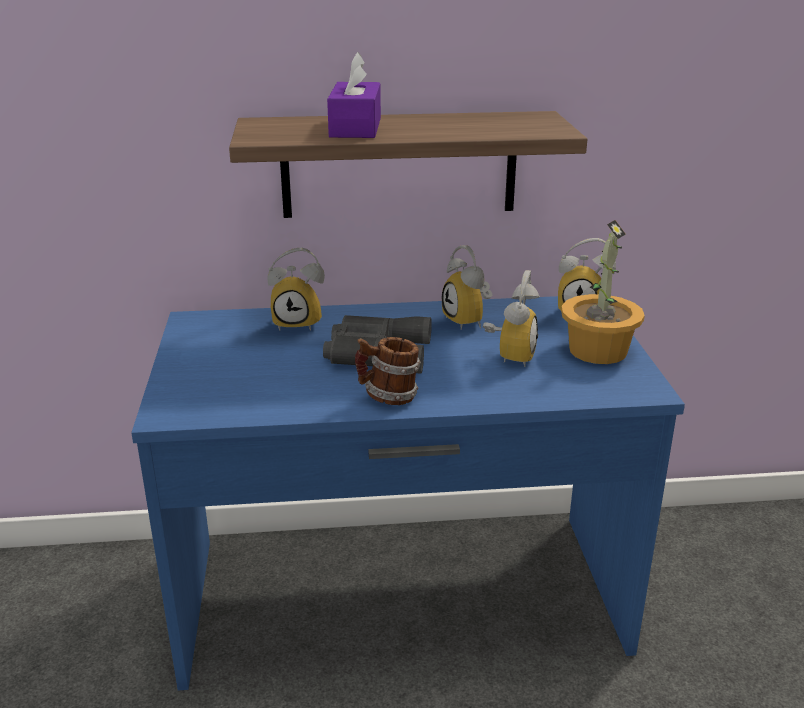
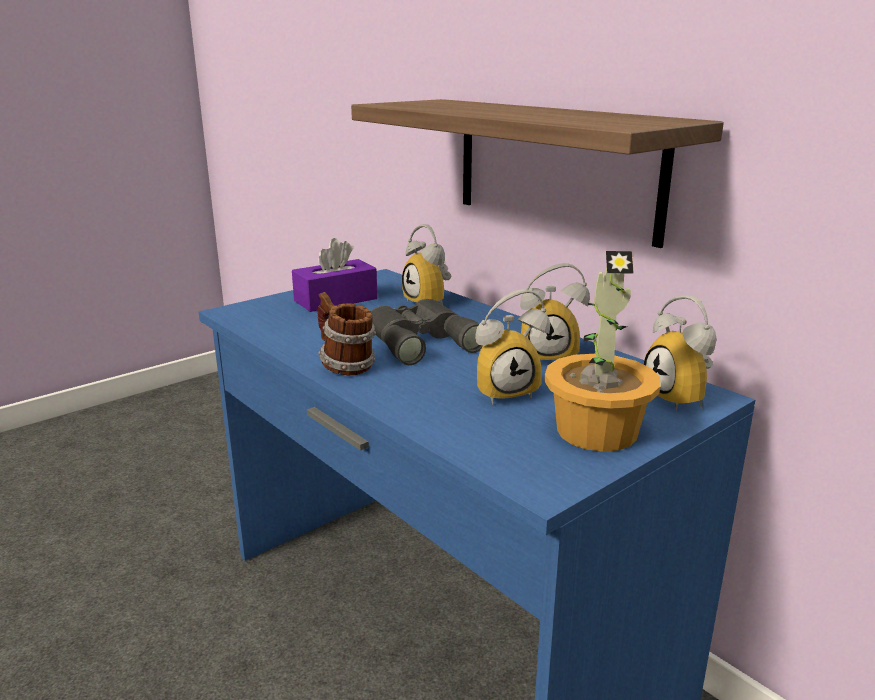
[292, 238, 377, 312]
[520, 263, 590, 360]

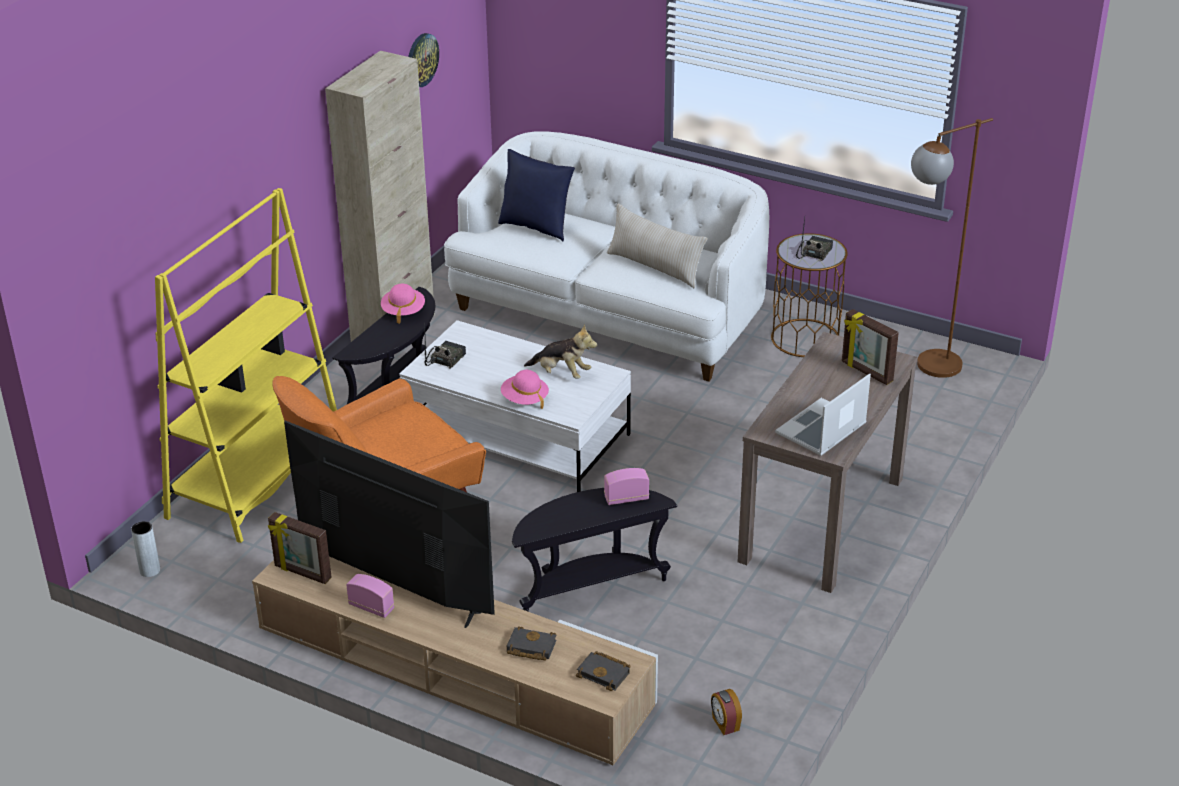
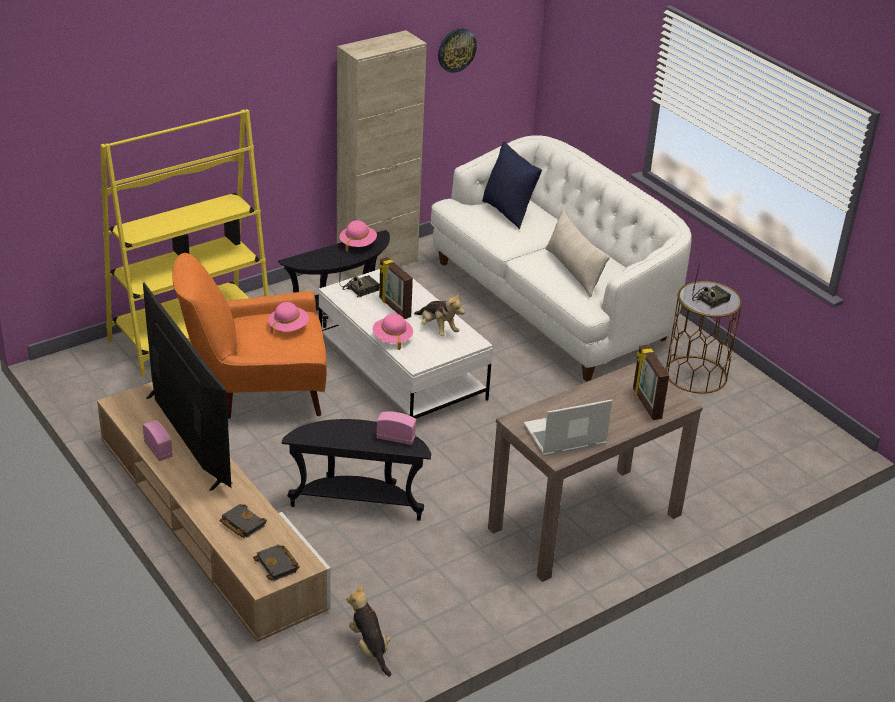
[131, 521, 160, 577] (first image)
[911, 118, 993, 378] (first image)
[268, 302, 309, 335]
[379, 257, 413, 319]
[346, 584, 391, 677]

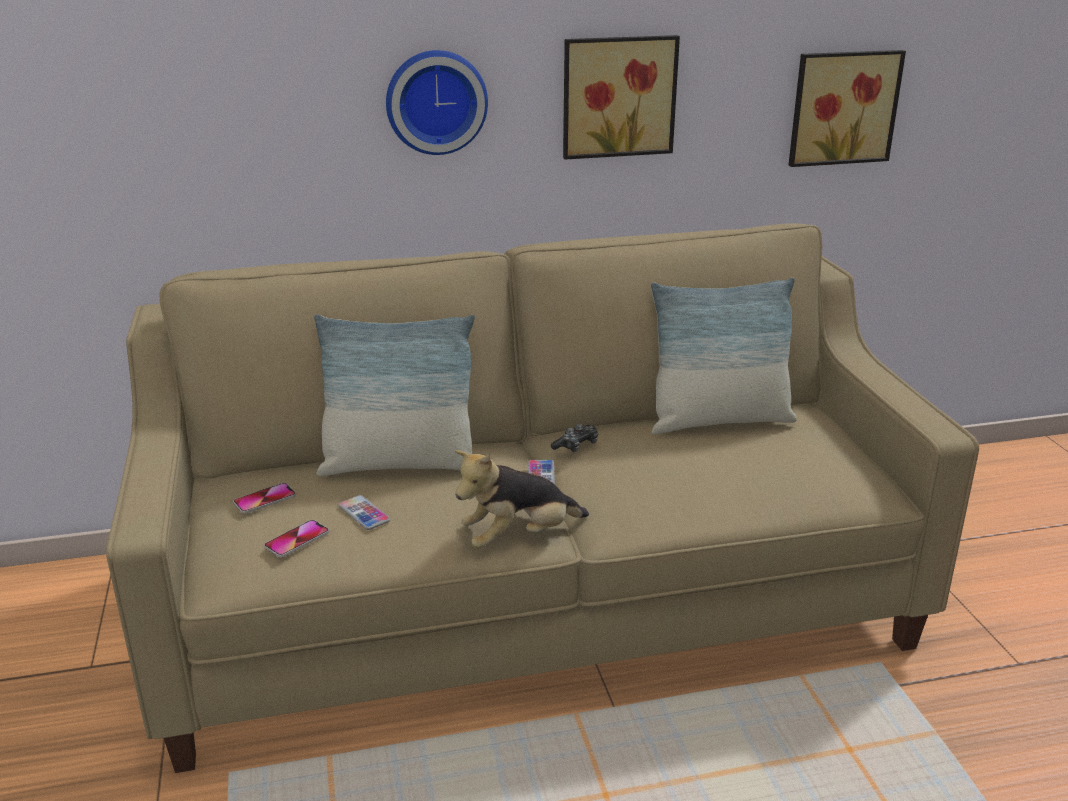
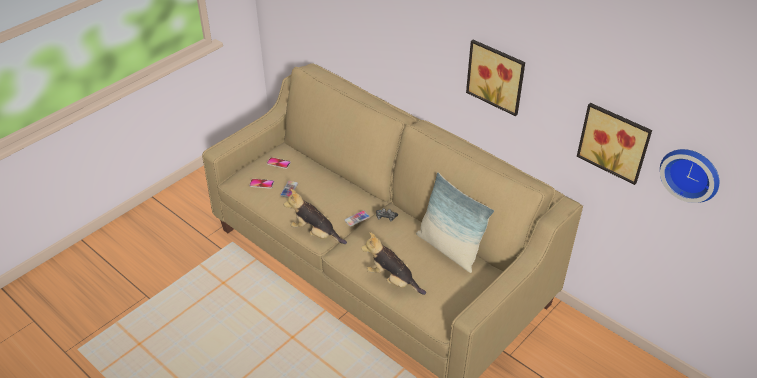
[314, 314, 475, 476] (first image)
[361, 232, 426, 295]
[660, 149, 719, 203]

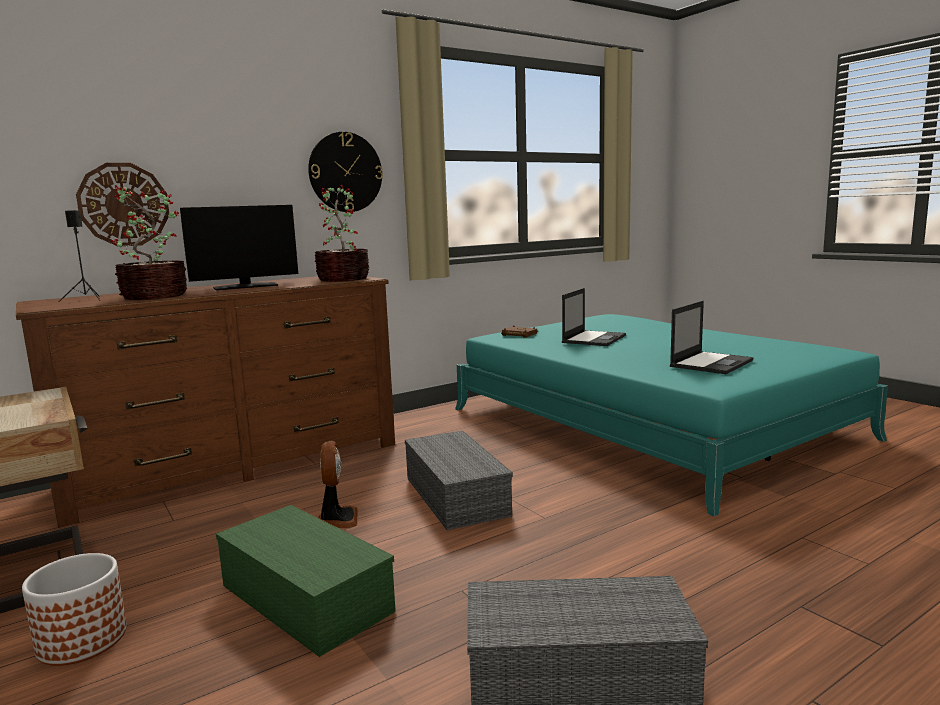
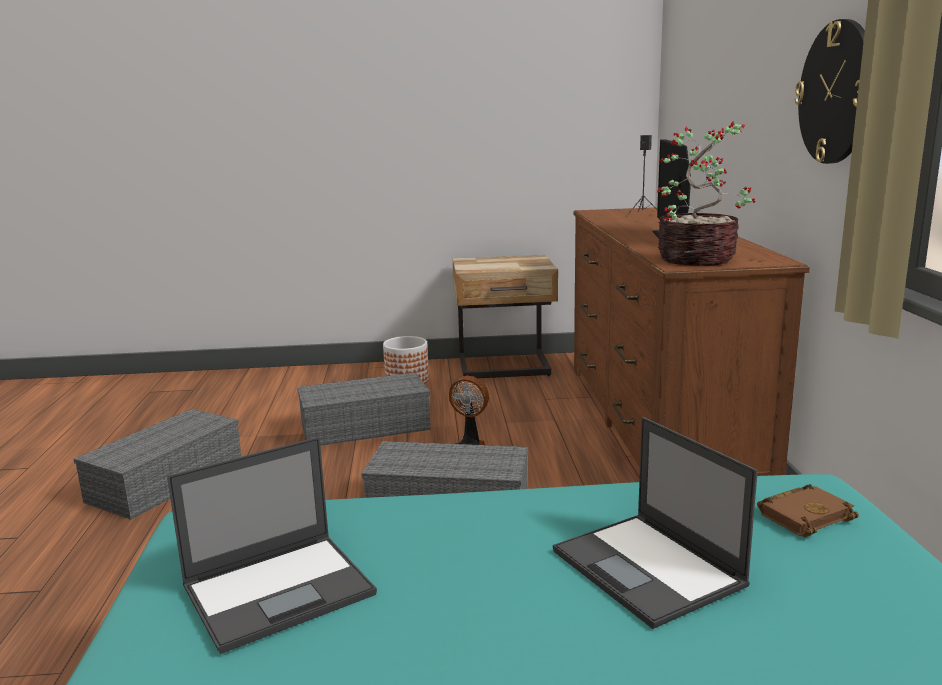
[76, 163, 169, 247] (first image)
[112, 185, 187, 300] (first image)
[297, 372, 431, 446]
[167, 437, 377, 654]

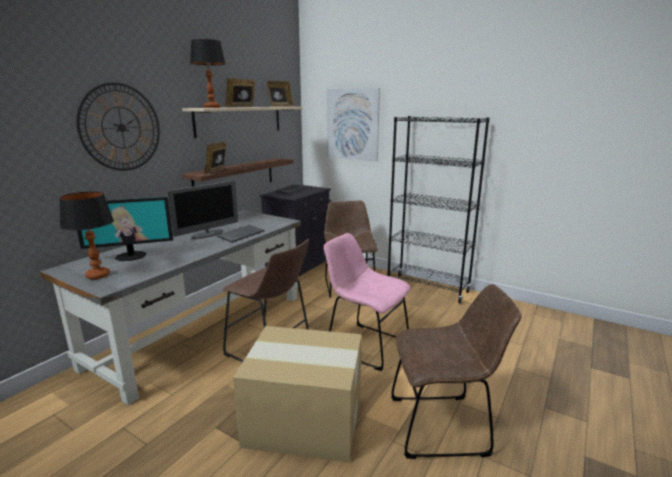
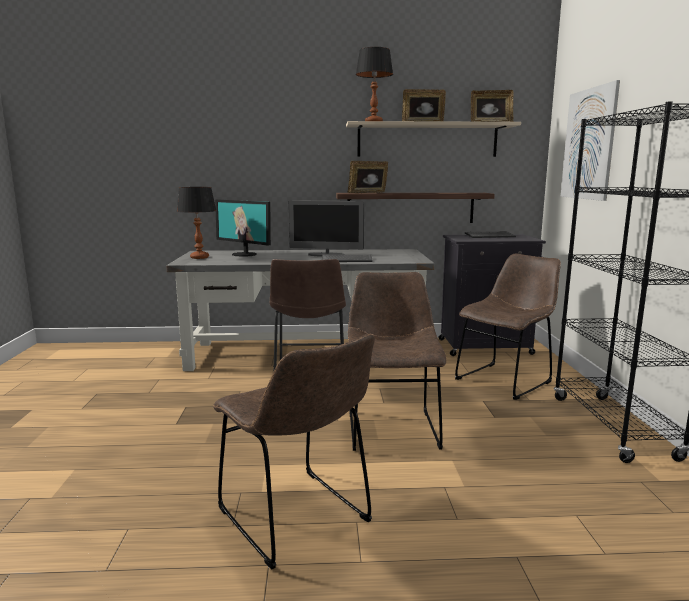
[77, 82, 160, 171] (first image)
[233, 326, 362, 463] (first image)
[348, 272, 447, 451]

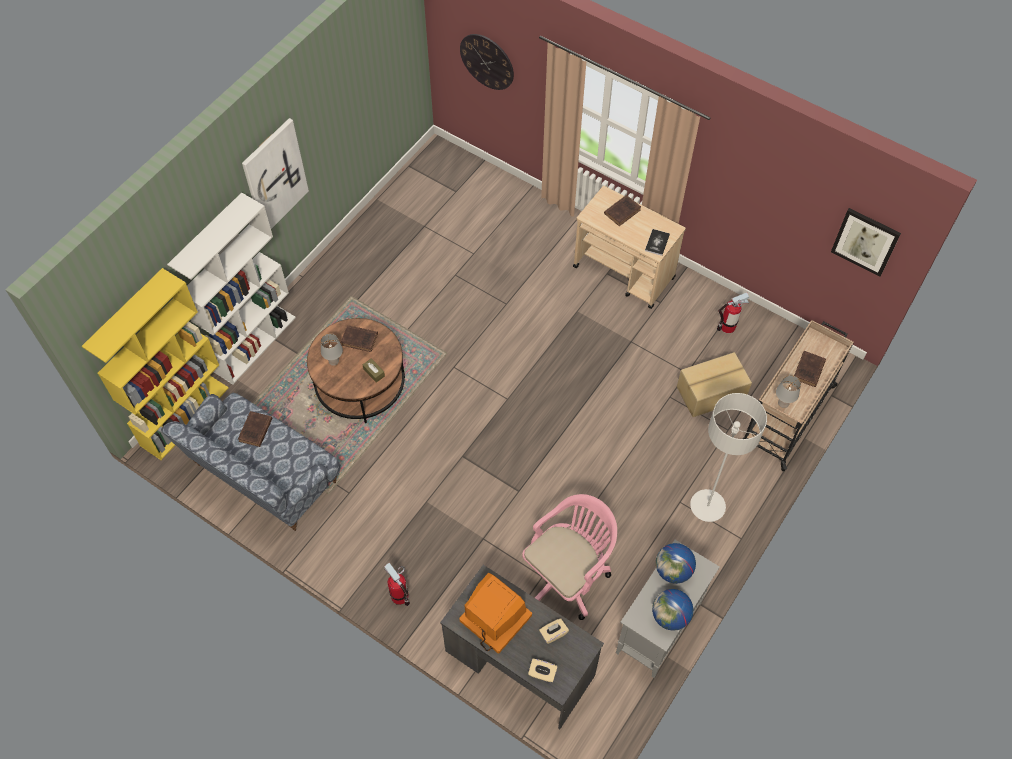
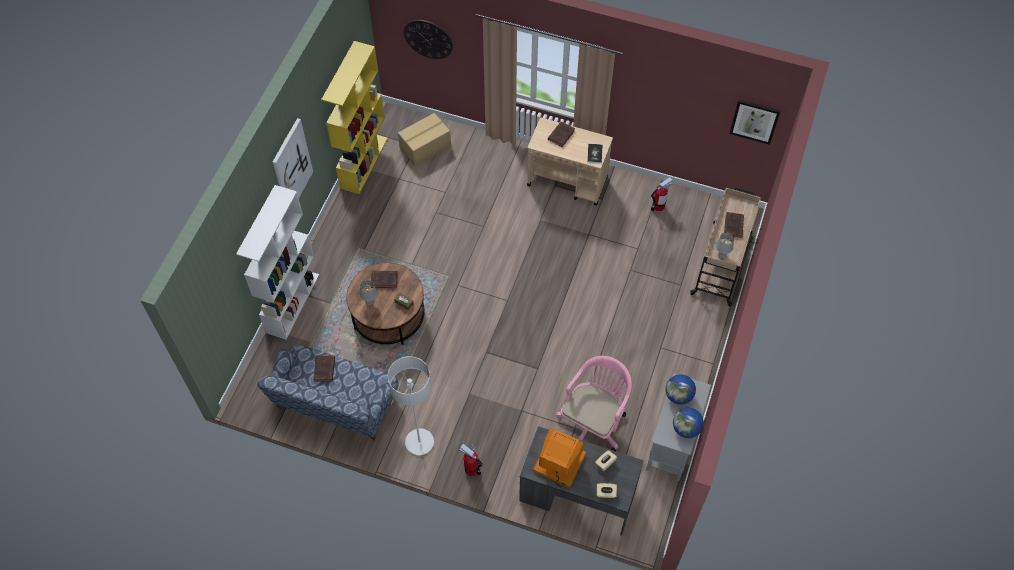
[321, 41, 388, 194]
[398, 113, 451, 166]
[387, 356, 434, 455]

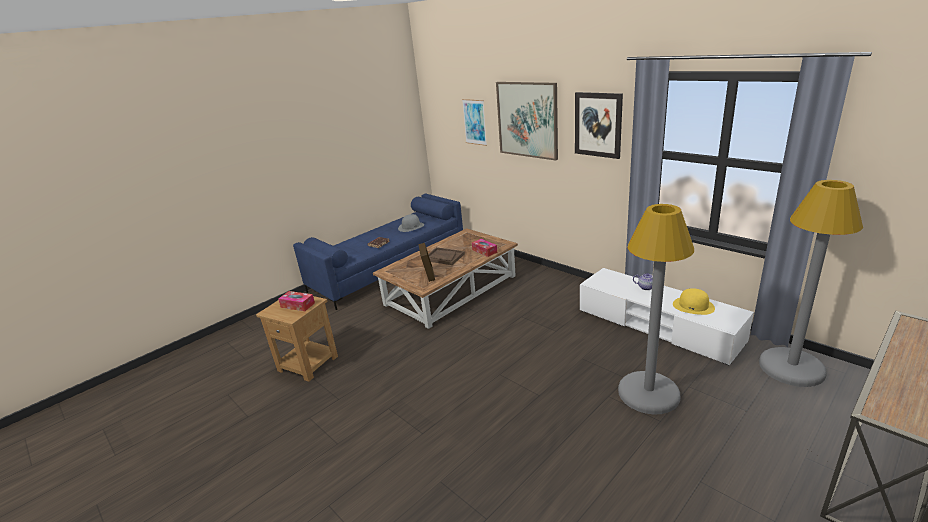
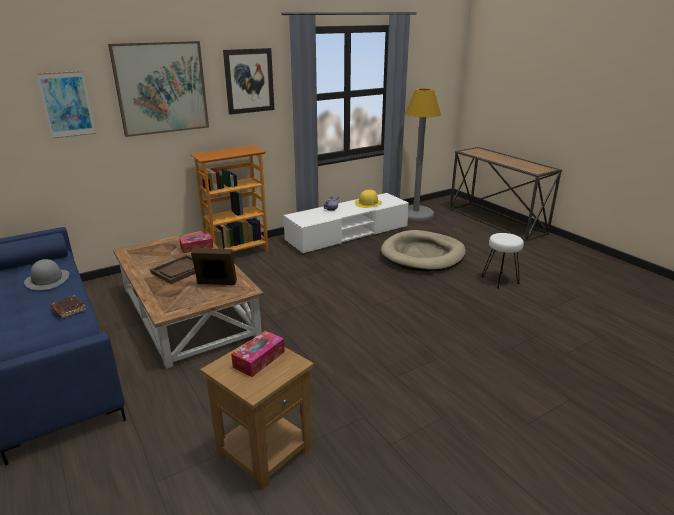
[190, 145, 268, 252]
[481, 233, 524, 288]
[381, 230, 466, 271]

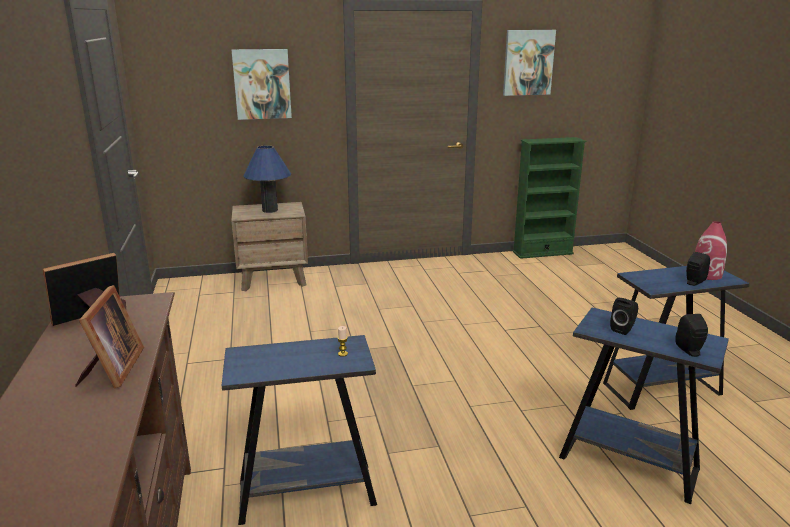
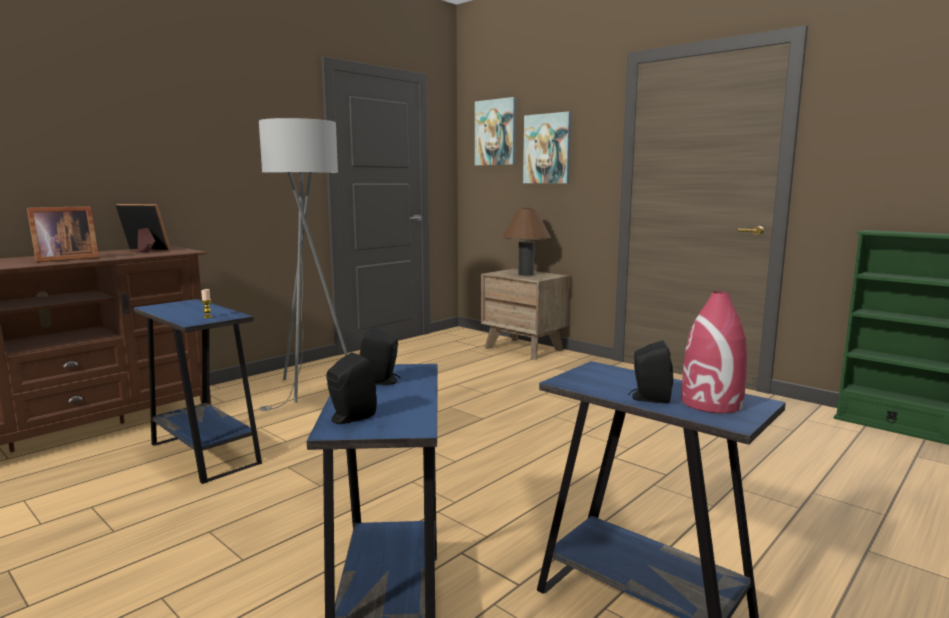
[259, 118, 348, 411]
[475, 97, 516, 166]
[503, 208, 551, 276]

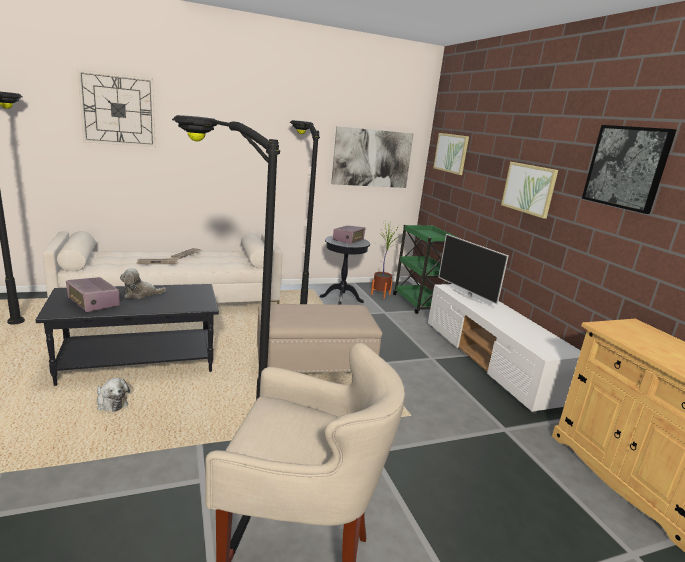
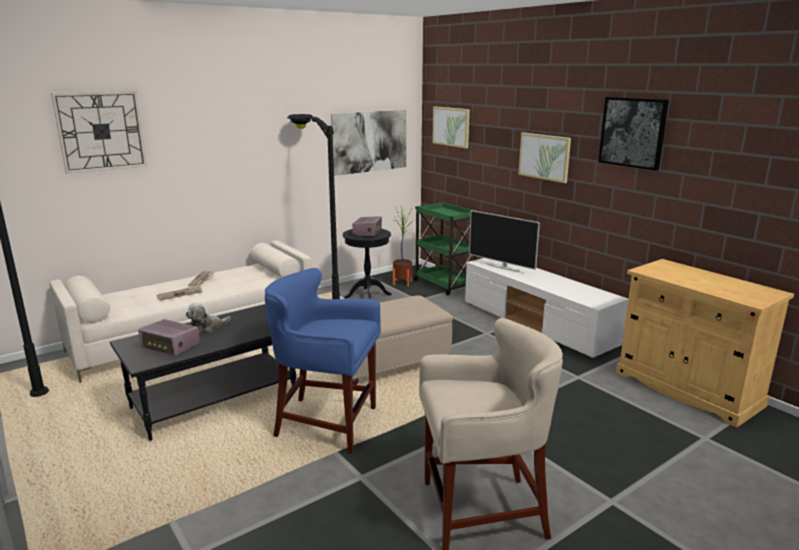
[97, 378, 130, 412] (first image)
[265, 268, 381, 454]

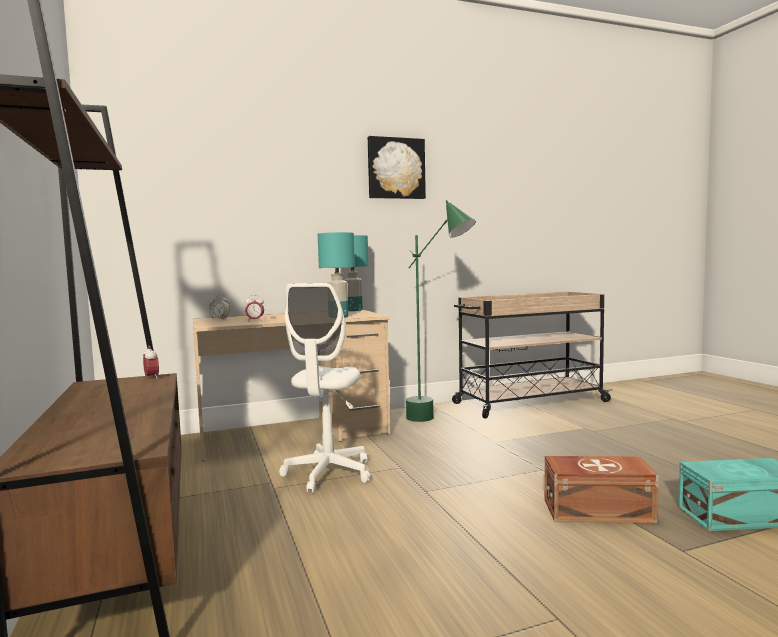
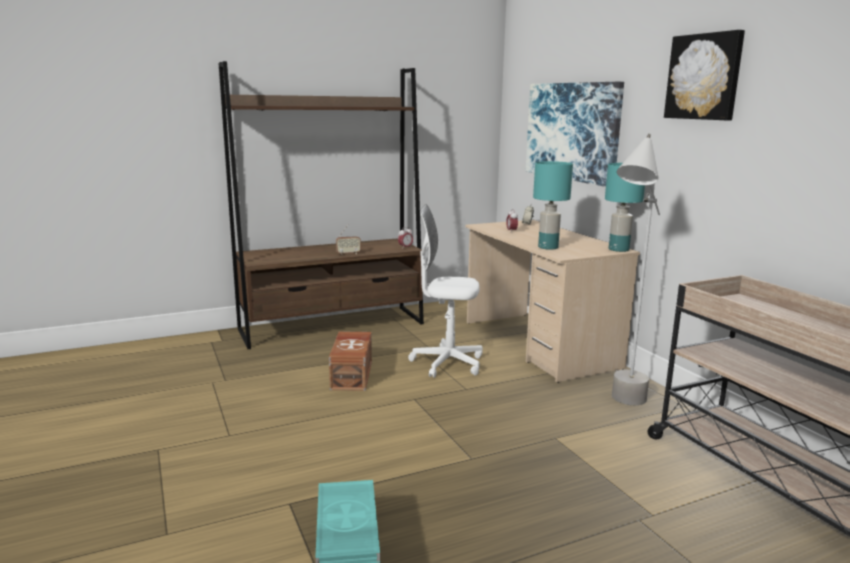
[336, 225, 361, 255]
[526, 82, 624, 187]
[329, 331, 372, 391]
[612, 134, 660, 405]

